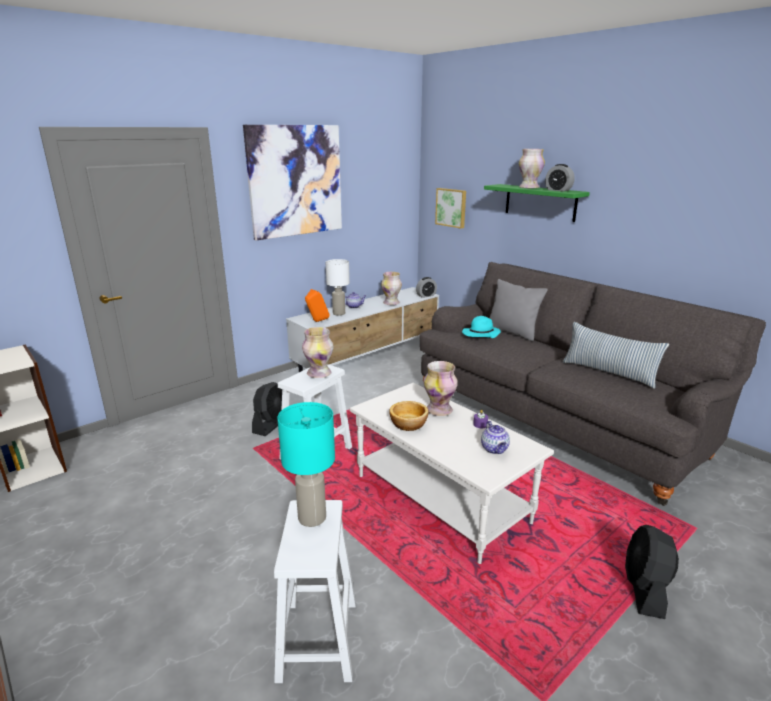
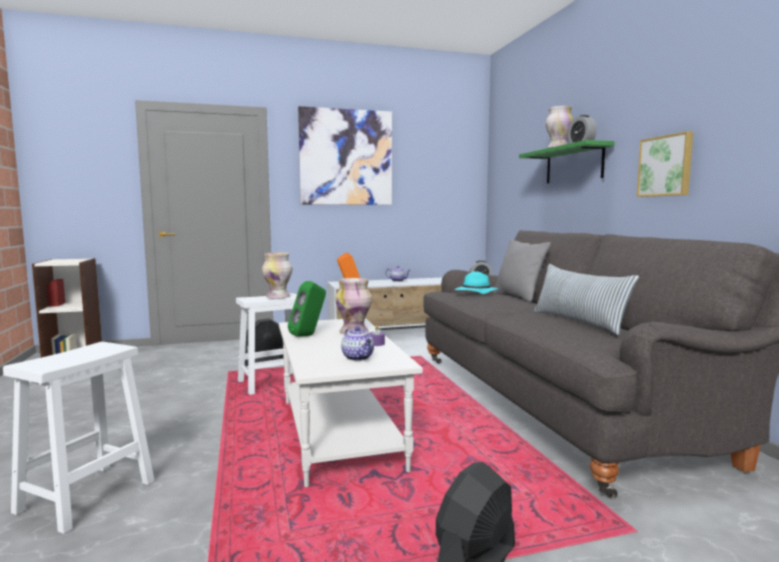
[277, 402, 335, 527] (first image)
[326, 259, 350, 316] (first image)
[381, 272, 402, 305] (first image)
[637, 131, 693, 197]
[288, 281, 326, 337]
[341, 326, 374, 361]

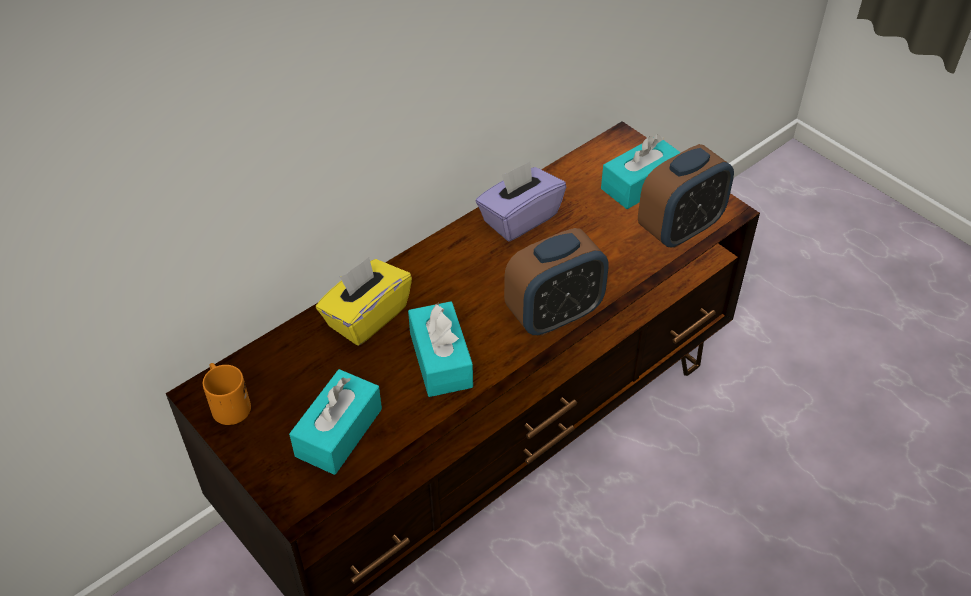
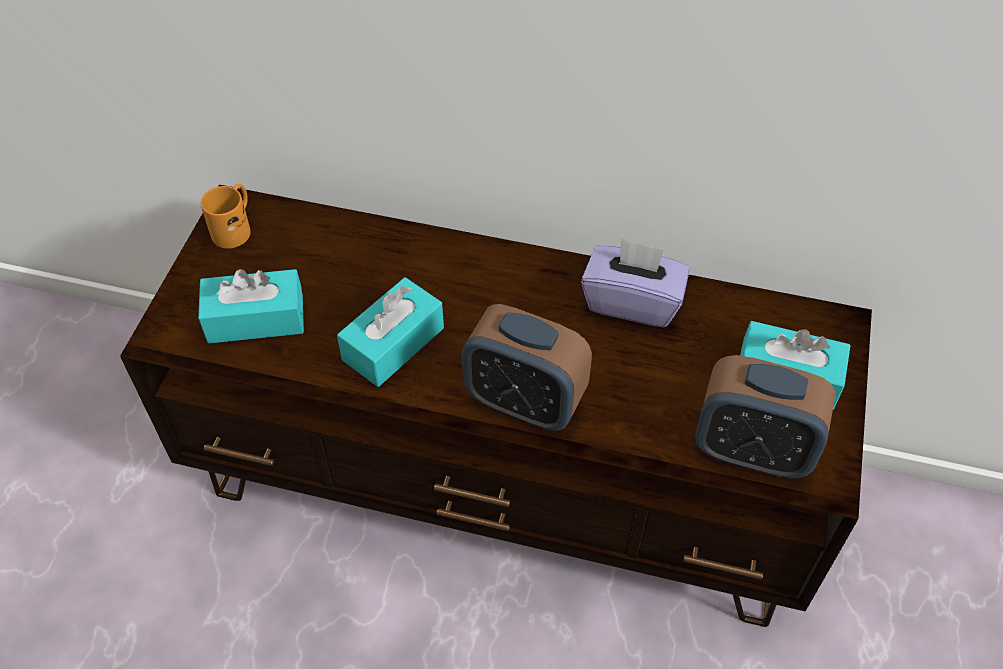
[316, 257, 412, 346] (first image)

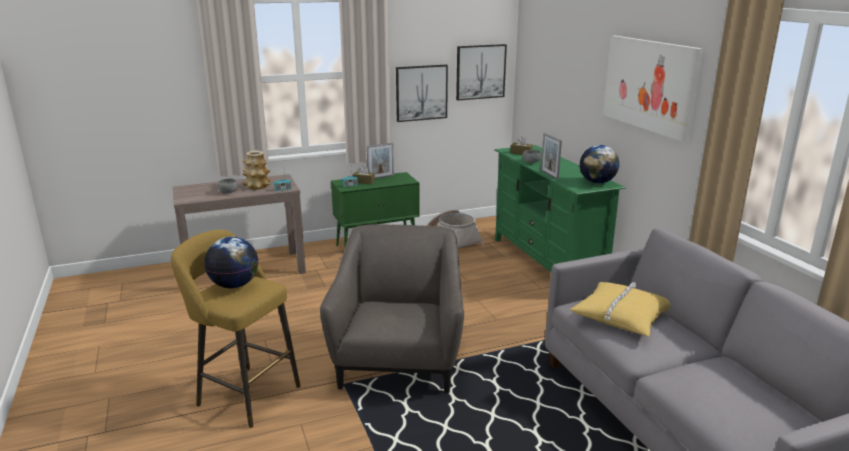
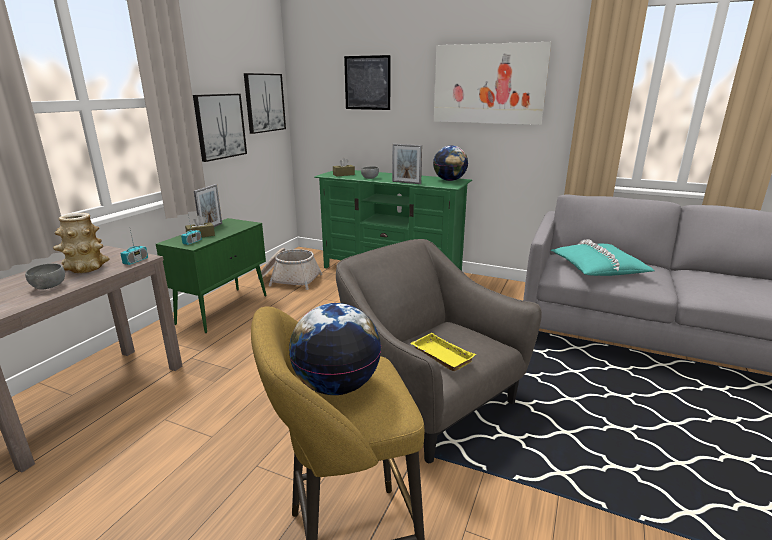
[344, 55, 391, 110]
[410, 333, 476, 371]
[551, 239, 655, 276]

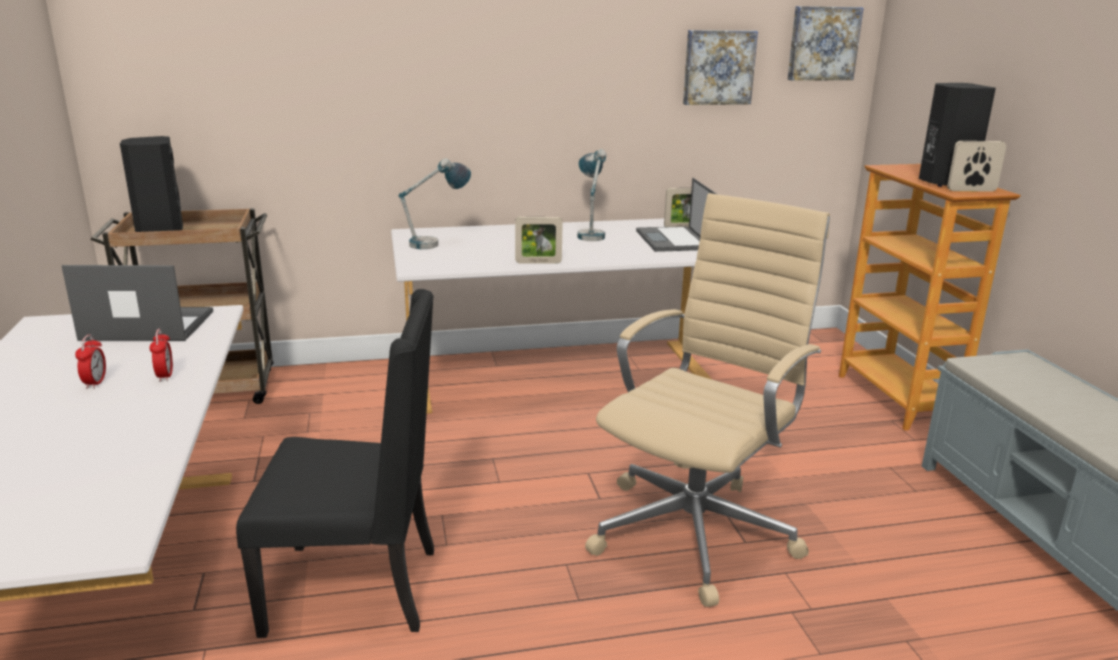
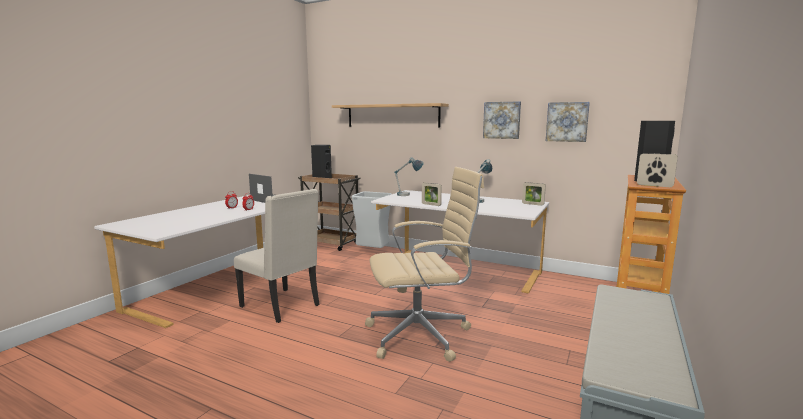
[636, 178, 717, 252] (first image)
[332, 103, 449, 127]
[351, 191, 392, 248]
[483, 101, 521, 139]
[234, 189, 319, 323]

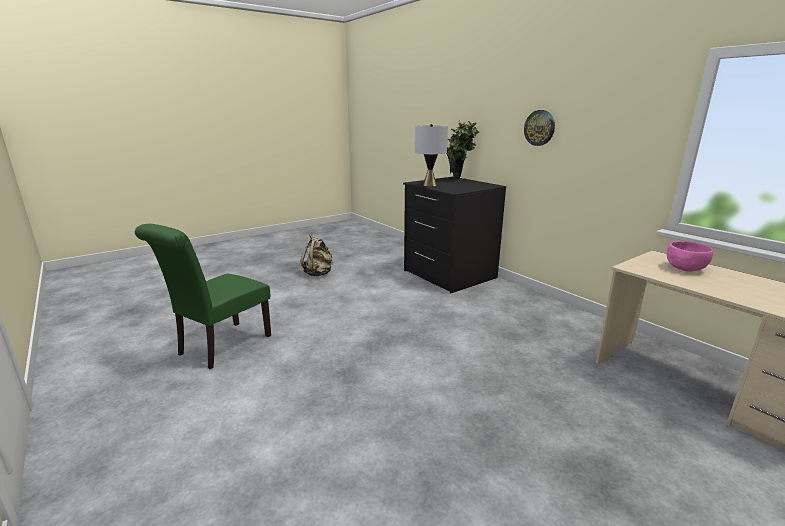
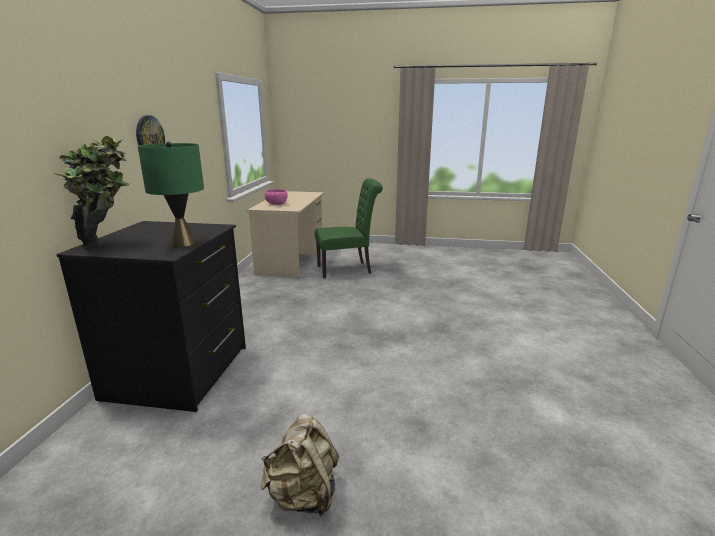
[315, 178, 383, 279]
[138, 141, 204, 247]

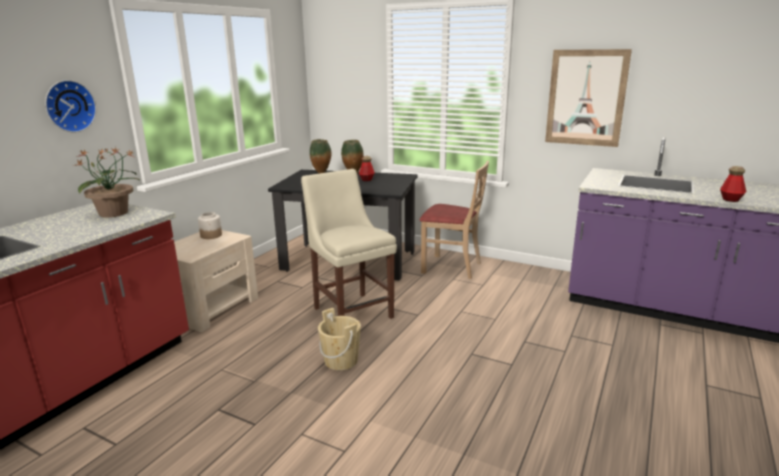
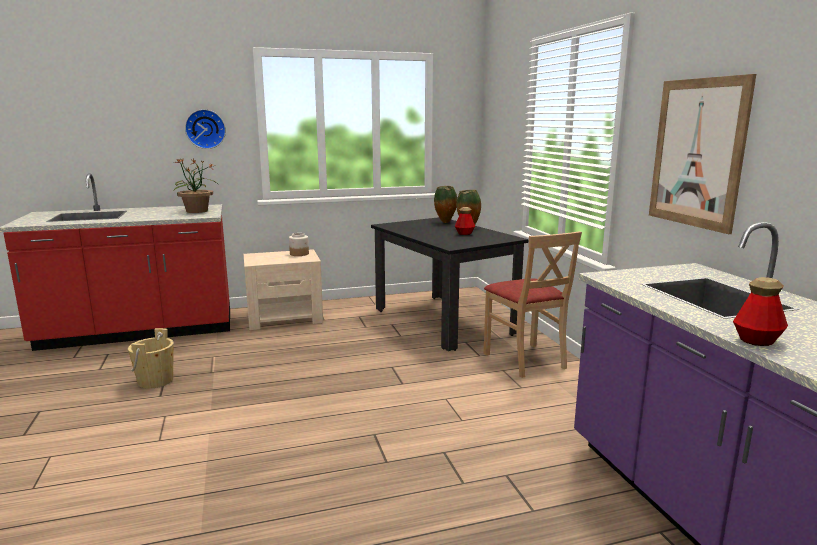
[301, 169, 397, 319] (first image)
[128, 328, 174, 389]

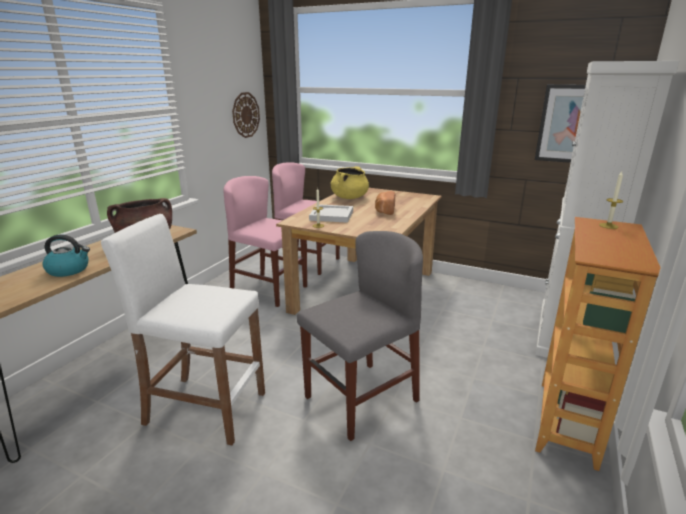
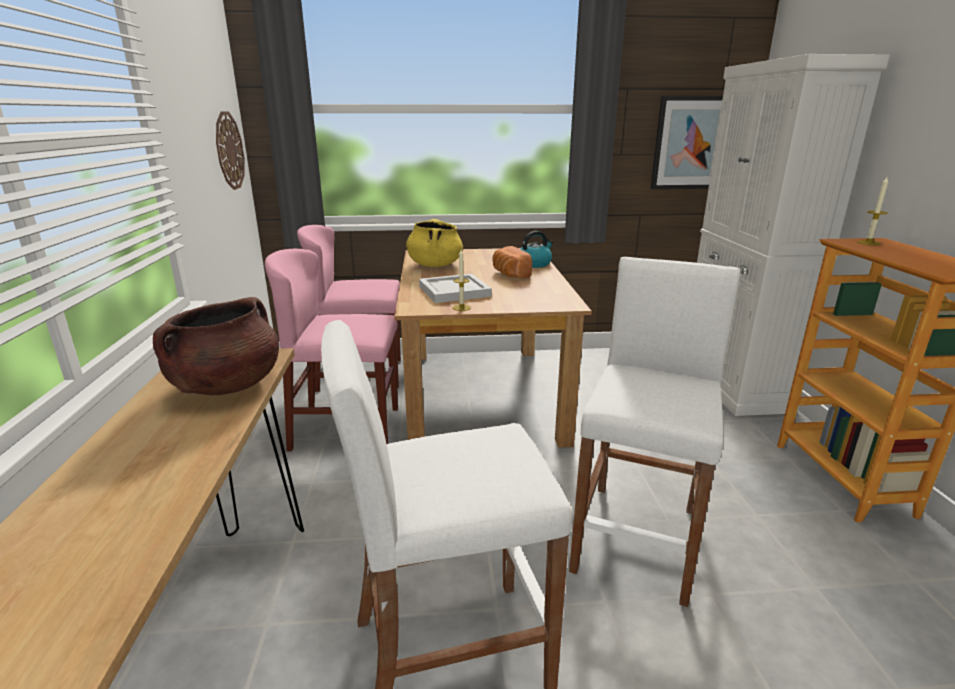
[520, 231, 553, 268]
[569, 257, 741, 607]

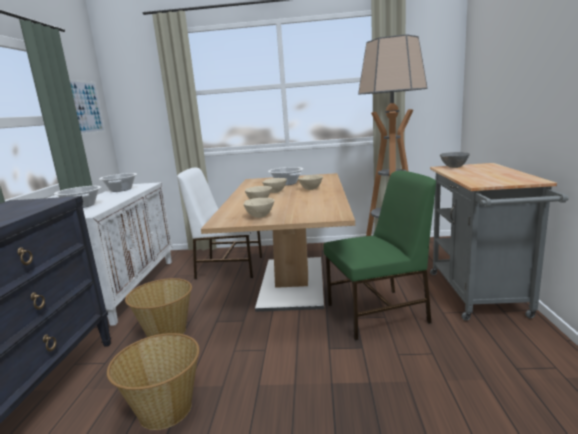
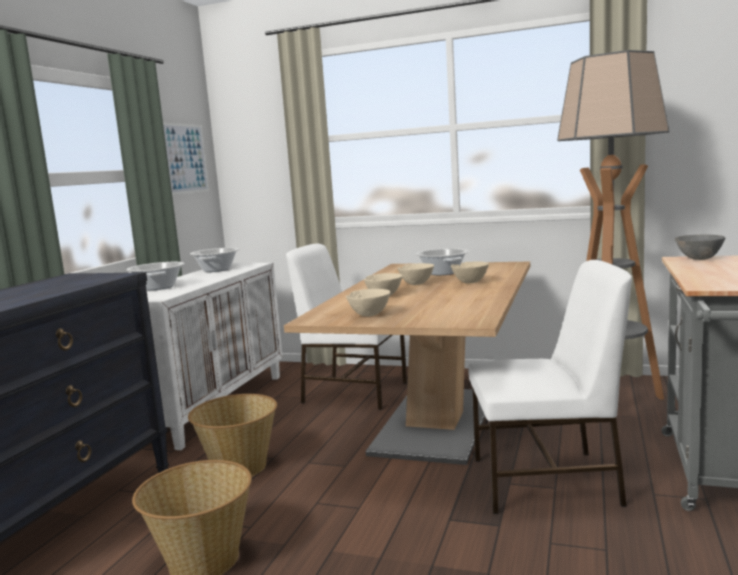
[469, 260, 632, 514]

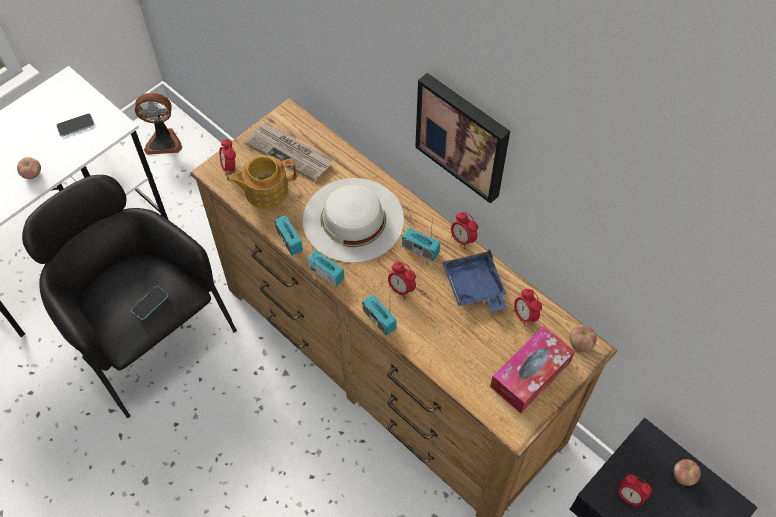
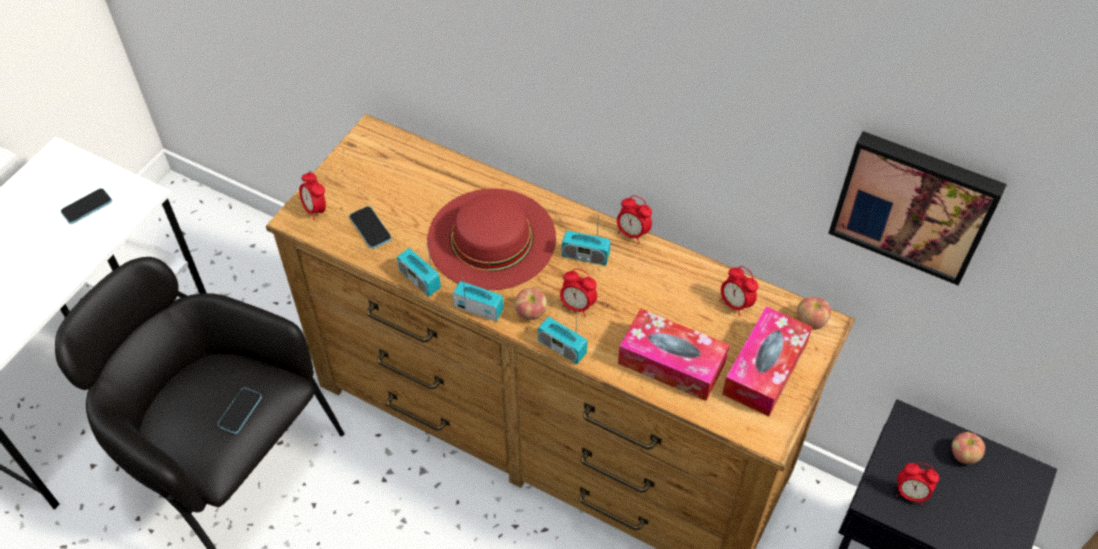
[135, 93, 182, 155] (first image)
[245, 123, 334, 181] (first image)
[442, 249, 507, 312] (first image)
[618, 308, 729, 401]
[514, 288, 547, 320]
[828, 131, 1007, 286]
[349, 206, 392, 249]
[427, 188, 556, 290]

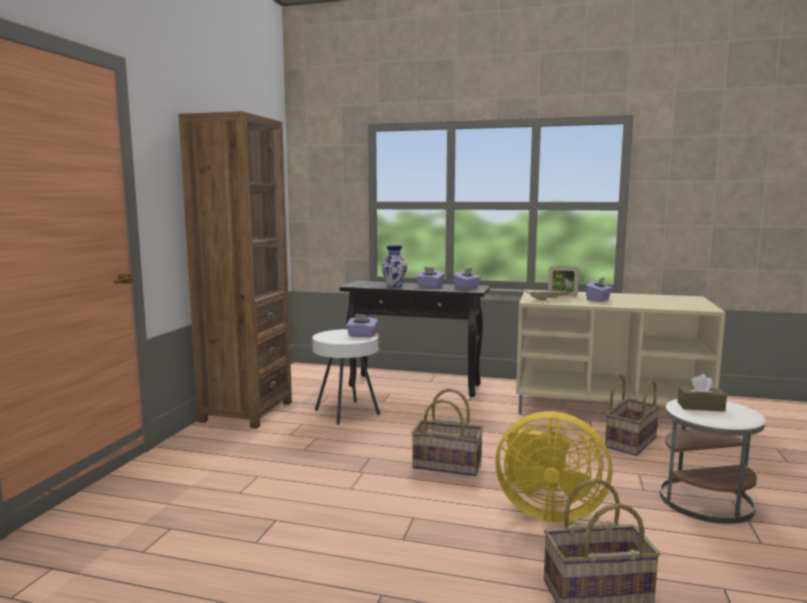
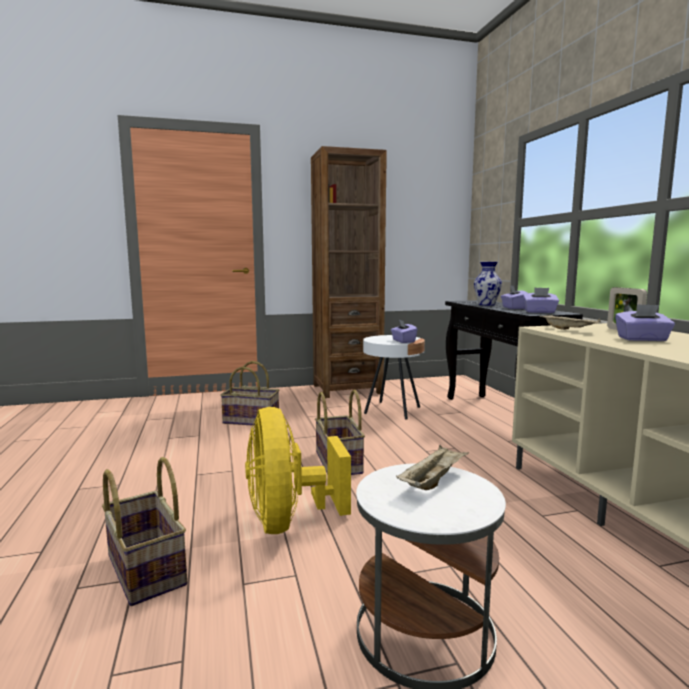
[221, 361, 279, 426]
[396, 445, 469, 490]

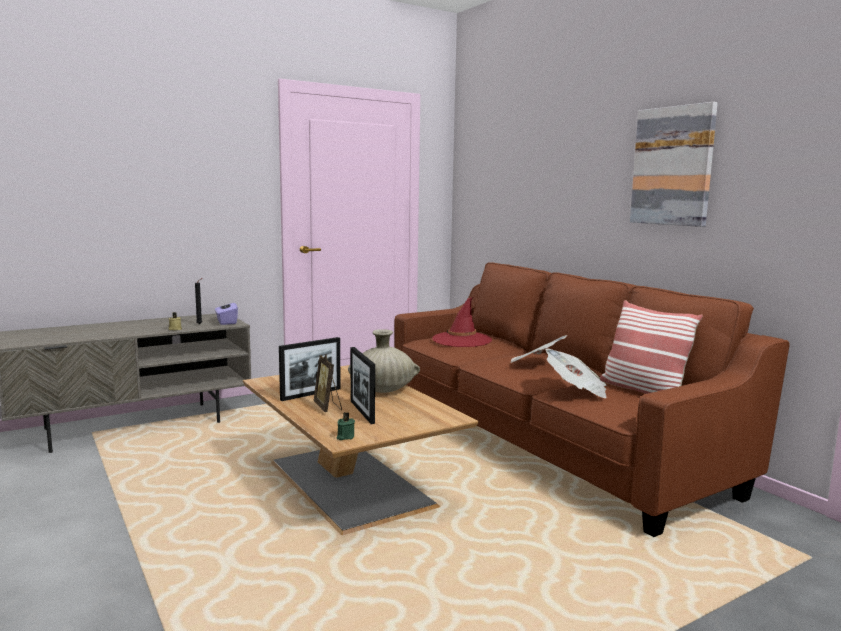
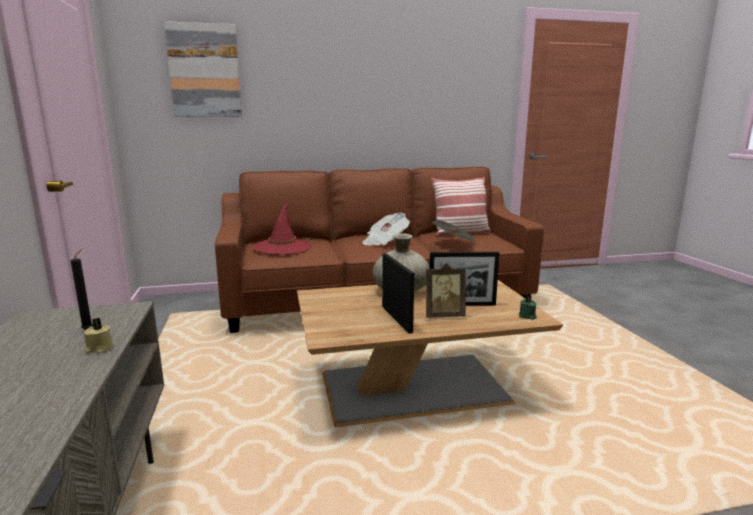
[215, 298, 238, 325] (first image)
[164, 21, 242, 117]

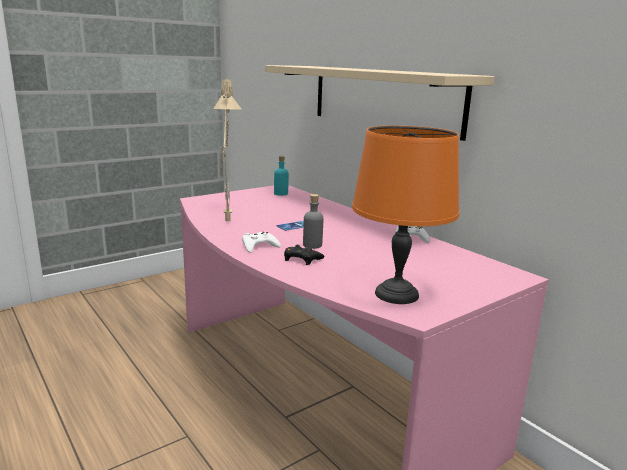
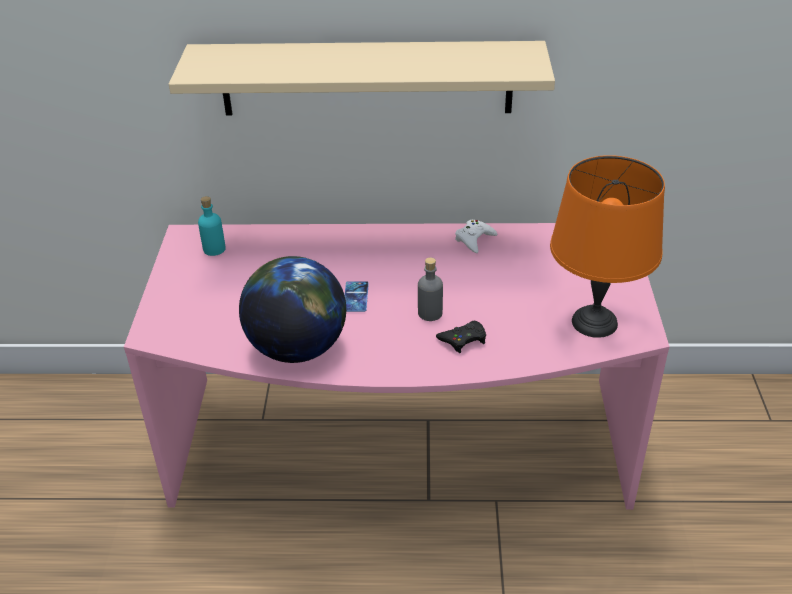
[242, 232, 281, 253] (first image)
[239, 256, 346, 363]

